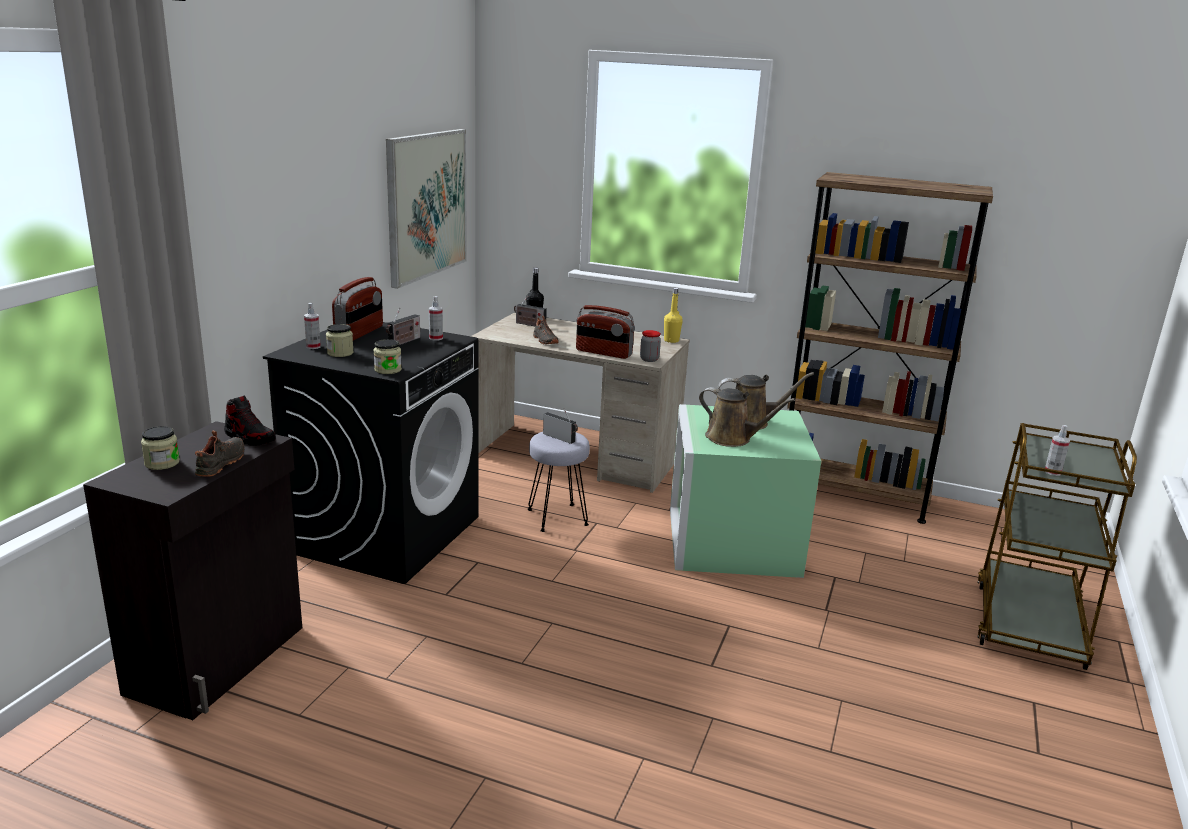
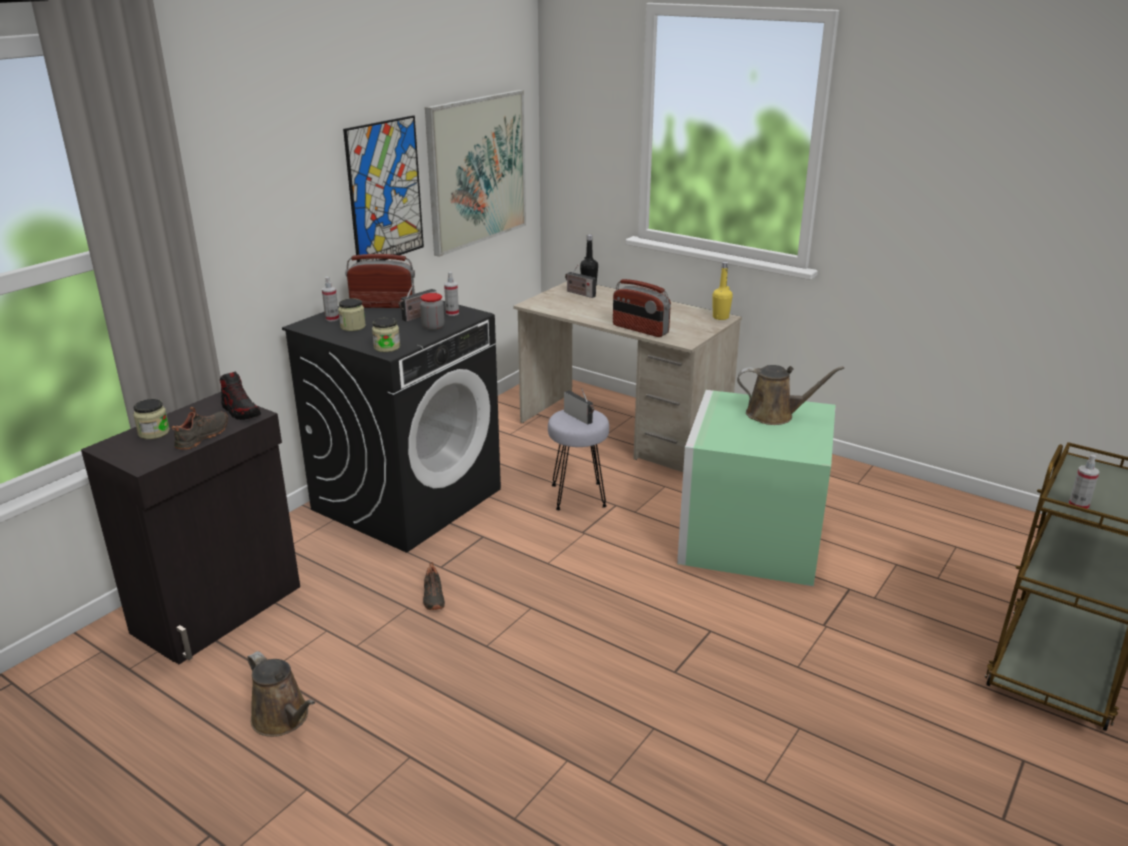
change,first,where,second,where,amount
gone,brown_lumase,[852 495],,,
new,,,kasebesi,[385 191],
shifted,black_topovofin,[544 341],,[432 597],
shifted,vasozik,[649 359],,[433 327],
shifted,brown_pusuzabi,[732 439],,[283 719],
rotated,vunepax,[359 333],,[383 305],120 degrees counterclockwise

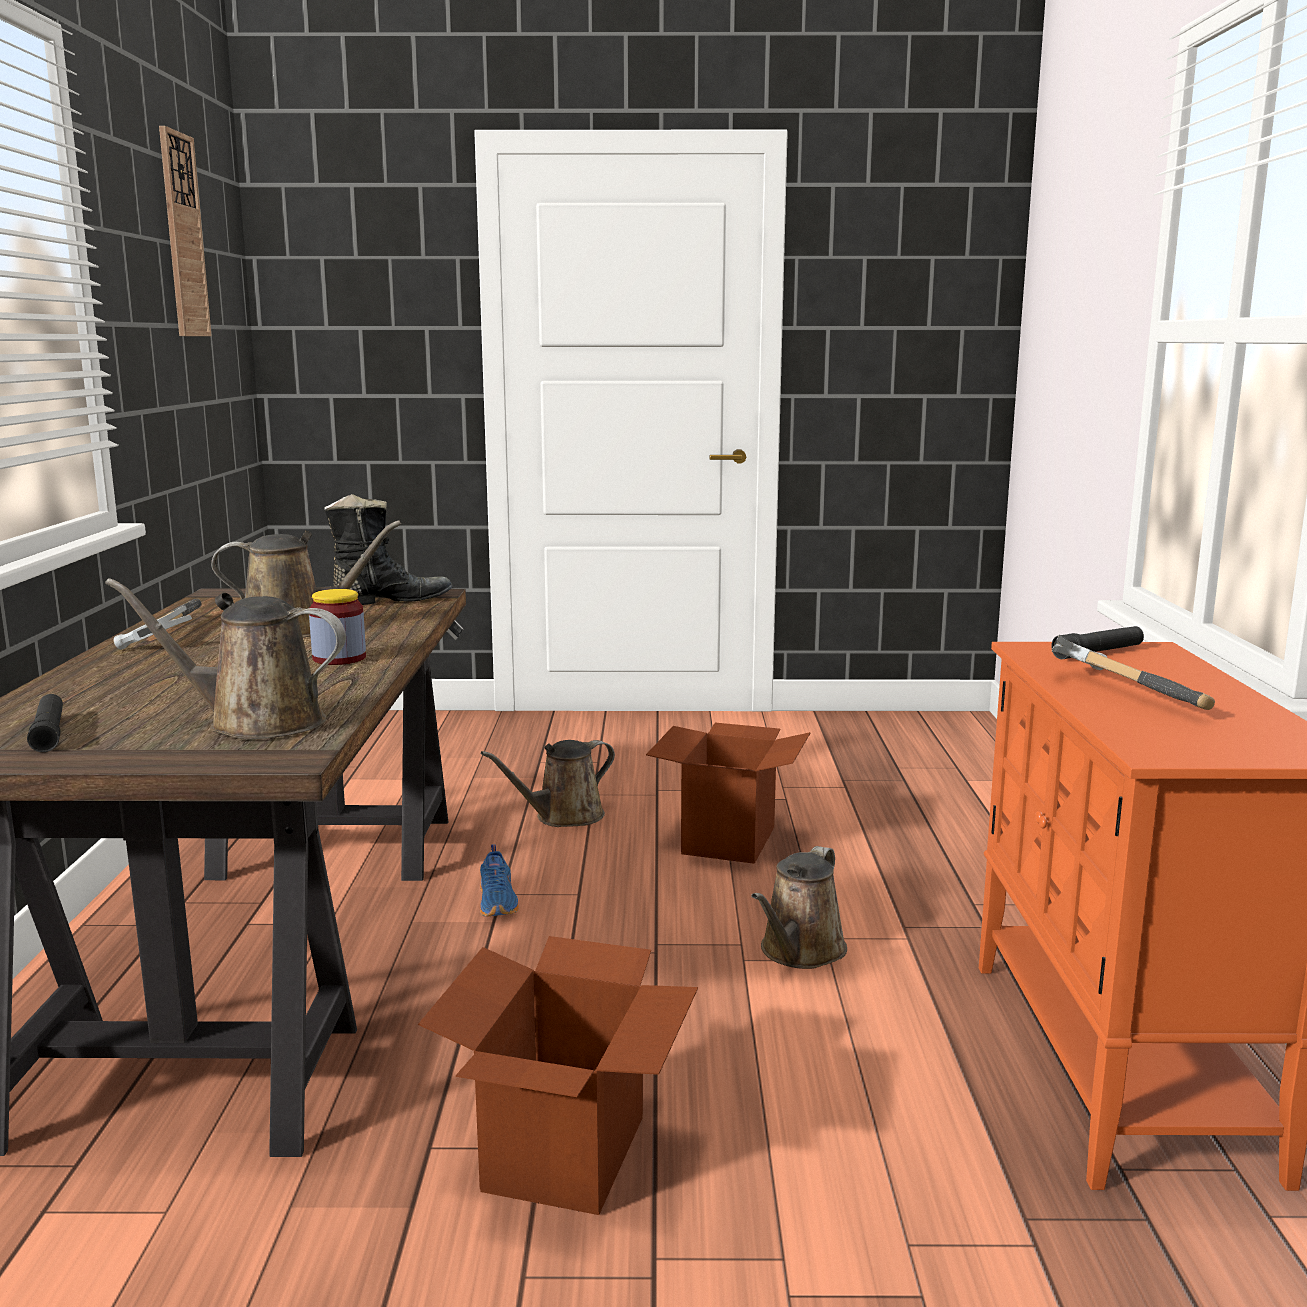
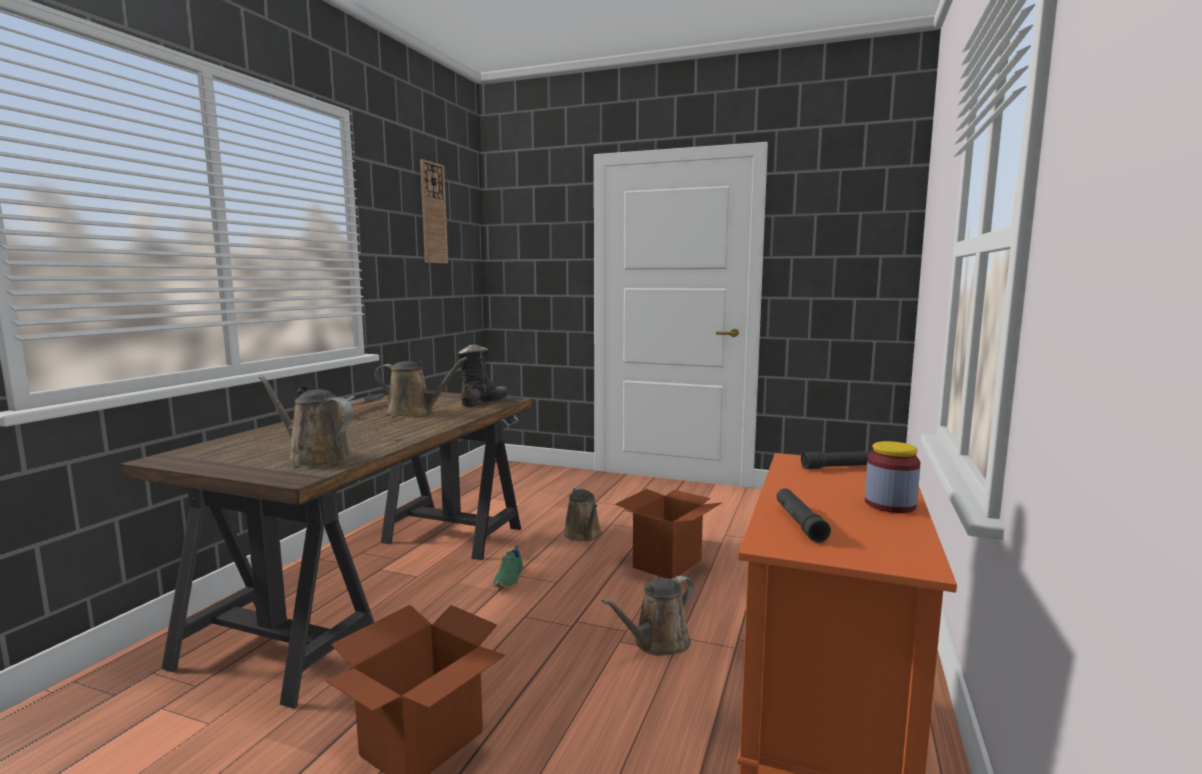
change,first,where,second,where,amount
gone,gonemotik,[1129 691],,,
shifted,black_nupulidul,[49 733],,[799 522],
shifted,vasozik,[339 658],,[890 504],
repainted,blue_topovofin,[498 903],green_topovofin,[510 580],
rotated,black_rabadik,[391 601],,[483 402],60 degrees counterclockwise
rotated,brown_pusuzabi,[563 817],,[583 535],90 degrees counterclockwise

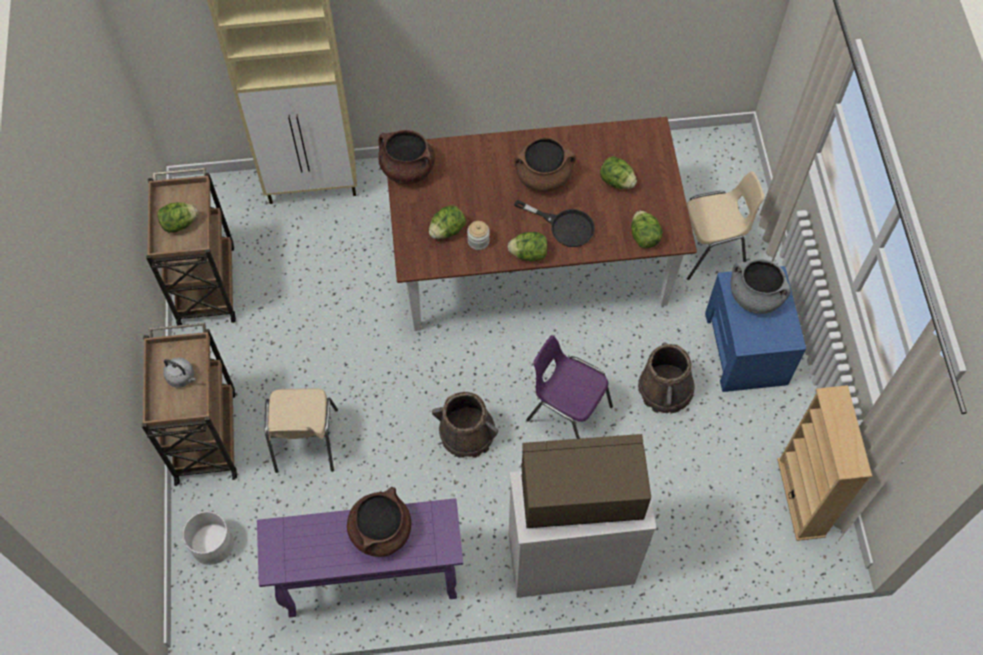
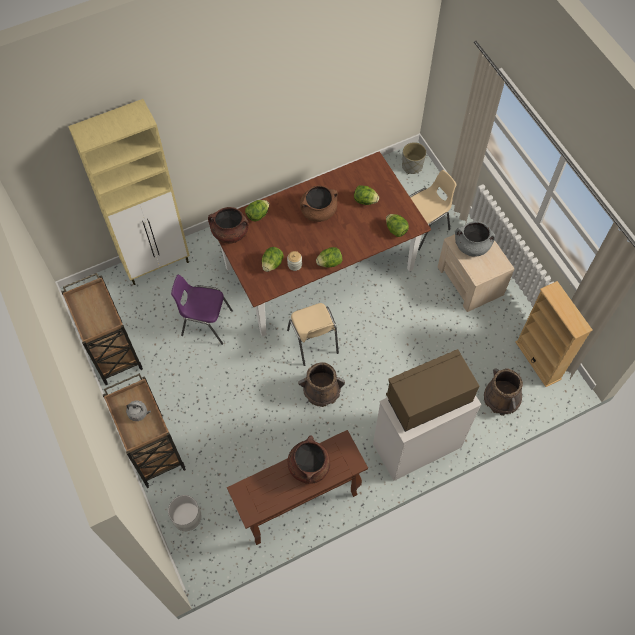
change,first,where,second,where,amount
gone,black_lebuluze,[564 226],,,
new,,,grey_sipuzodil,[412 166],
shifted,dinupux,[179 224],,[257 215],
shifted,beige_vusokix,[305 443],,[313 343],
shifted,purple_vusokix,[567 413],,[205 323],
shifted,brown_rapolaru,[665 389],,[501 397],
repainted,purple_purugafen,[370 582],brown_purugafen,[298 504],
repainted,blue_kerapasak,[746 348],beige_kerapasak,[470 281],

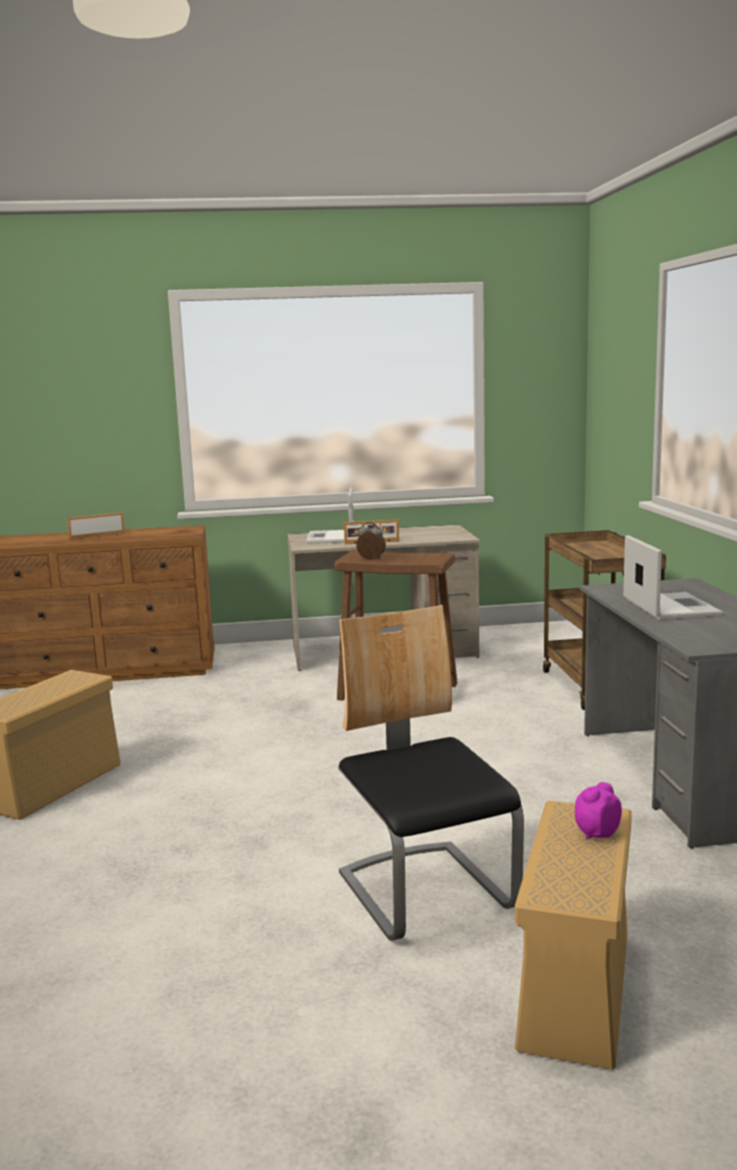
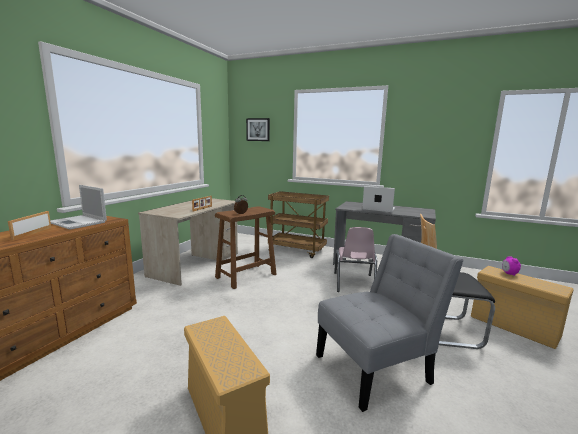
change,first,where,second,where,amount
new,,,kasebesi,[258 129],
new,,,grey_vusokix,[377 367],
new,,,pink_vusokix,[354 283],
shifted,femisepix,[331 538],,[78 222],

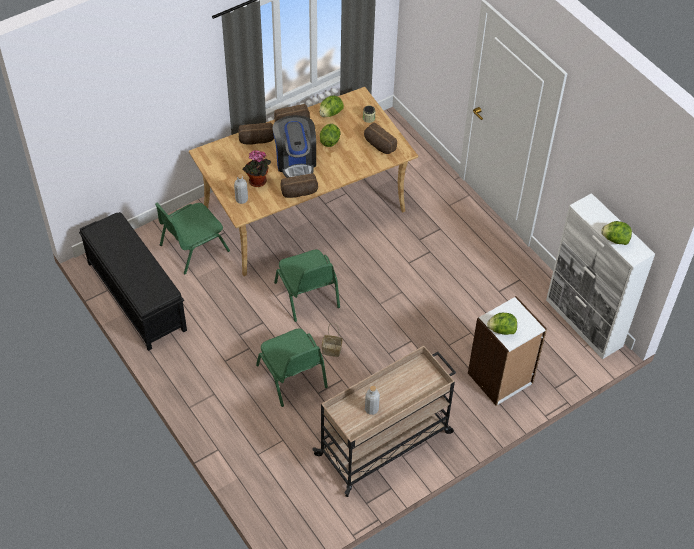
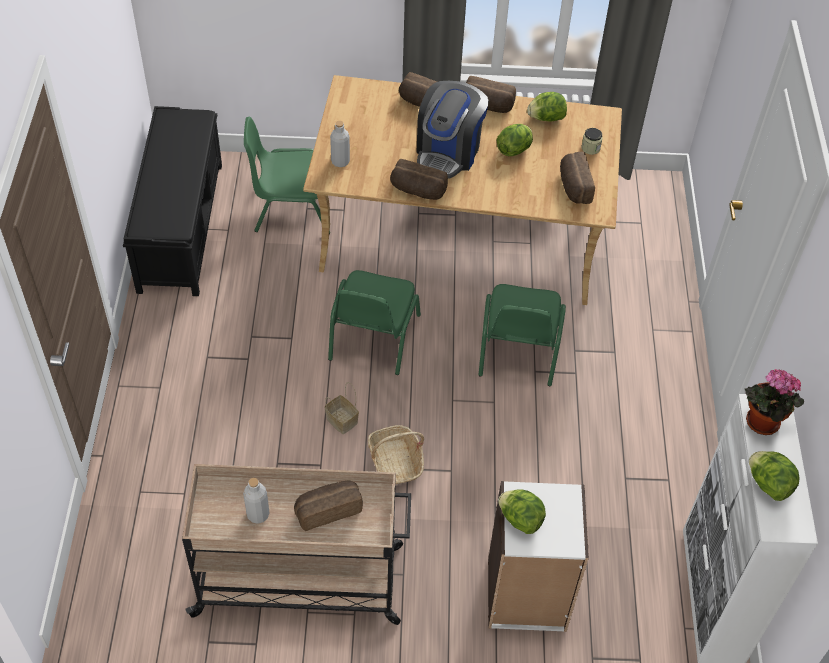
change,first,where,second,where,amount
new,,,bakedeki,[327 509],
new,,,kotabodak,[395 461],
shifted,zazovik,[257 182],,[760 424],
shifted,green_vusokix,[292 377],,[518 351],

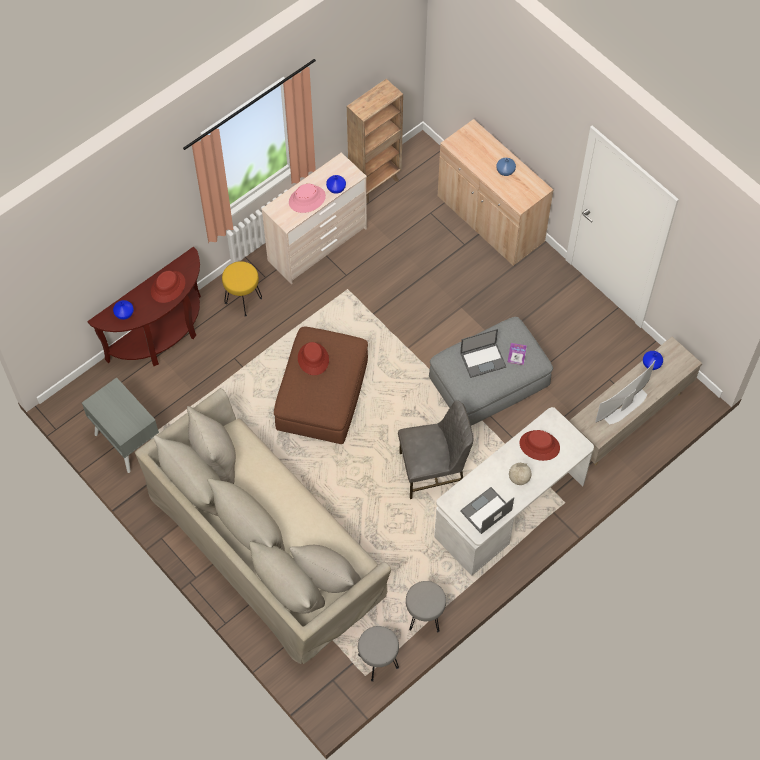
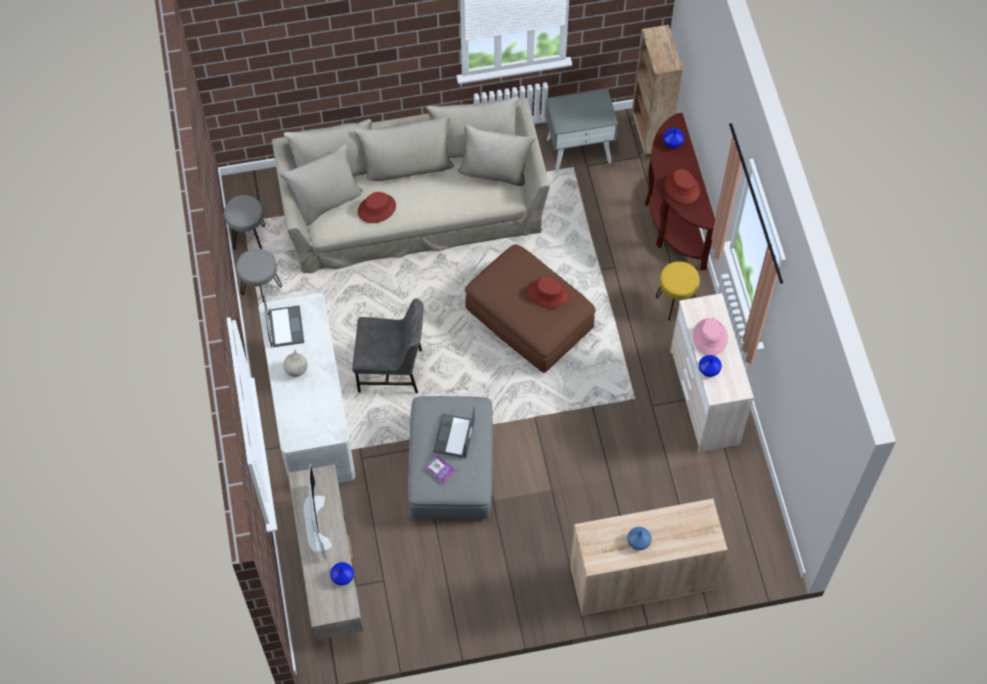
change,first,where,second,where,amount
shifted,brown_lumase,[375 183],,[649 139],
shifted,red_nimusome,[539 446],,[376 208],
rotated,grey_vusokix,[433 470],,[391 370],105 degrees counterclockwise

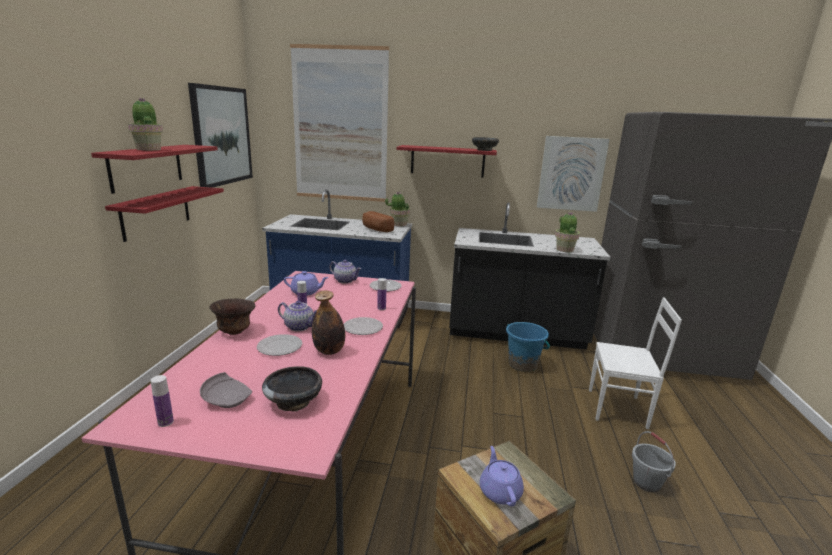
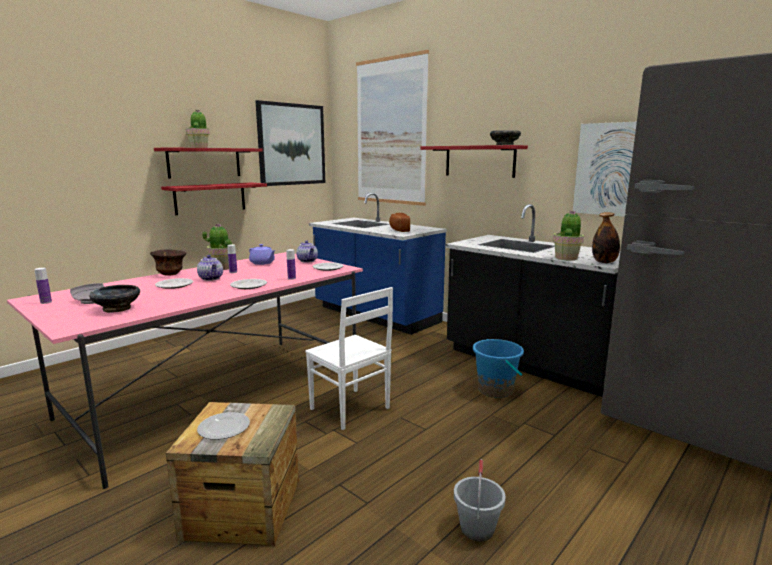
change,first,where,second,where,amount
shifted,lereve,[329 351],,[604 262],
shifted,zazovik,[399 224],,[222 267],
shifted,white_vusokix,[618 409],,[350 409],
swapped,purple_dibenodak,[500 491],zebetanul,[223 428],

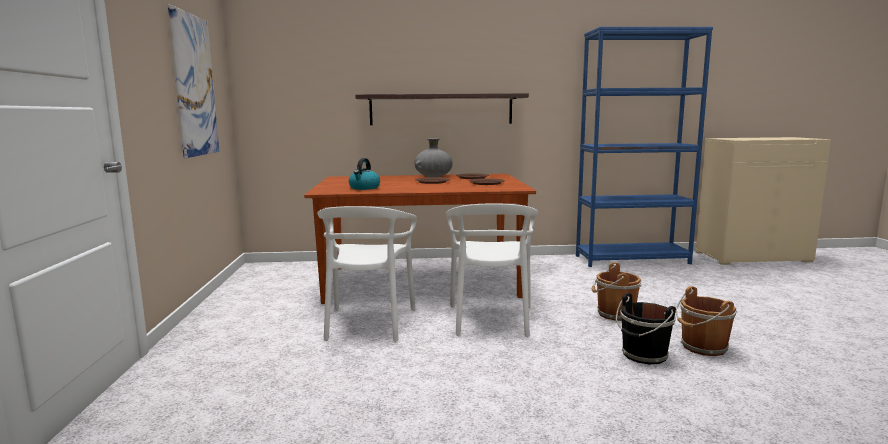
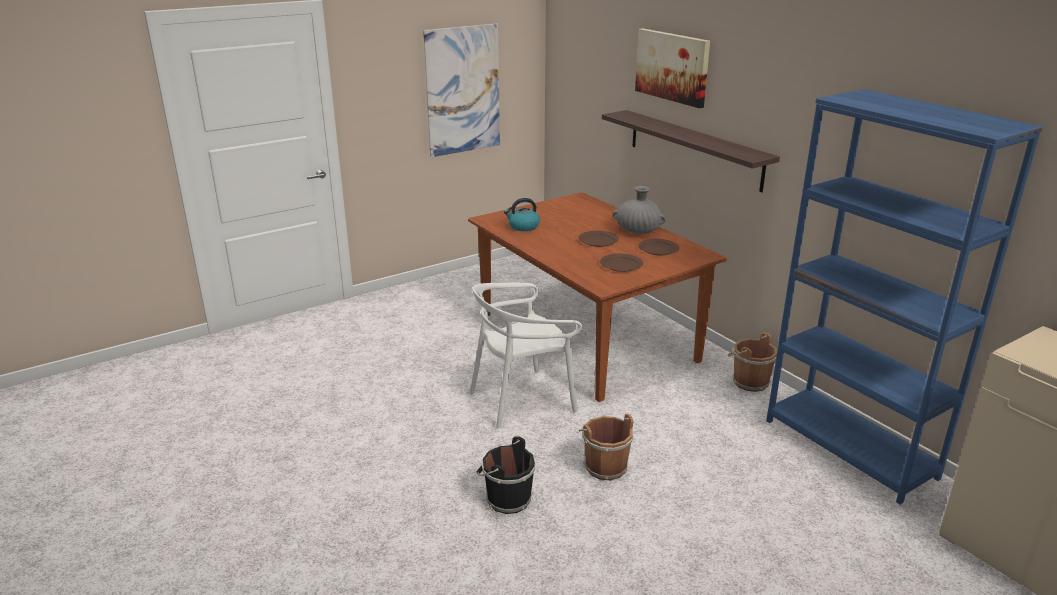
change,first,where,second,where,amount
gone,white_vusokix,[368 323],,,
new,,,kasebesi,[672 66],
shifted,brown_rapolaru,[702 347],,[748 381],

